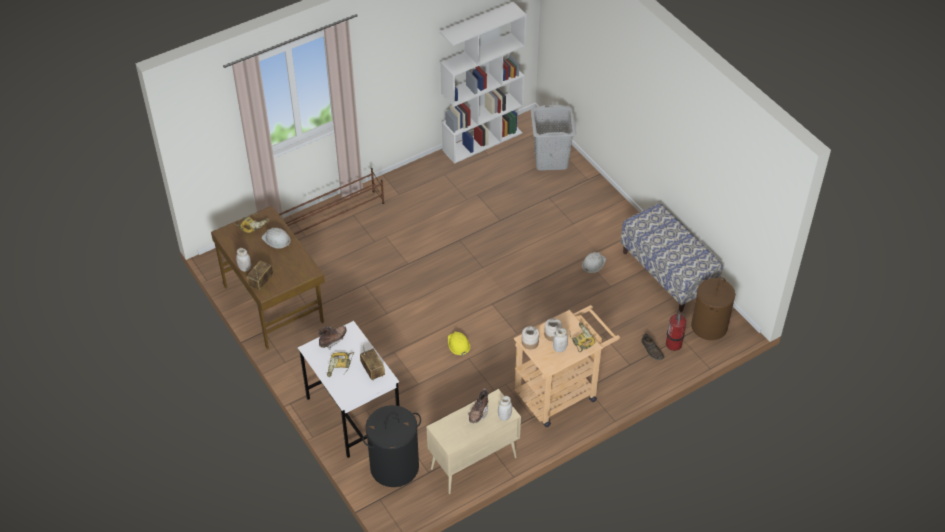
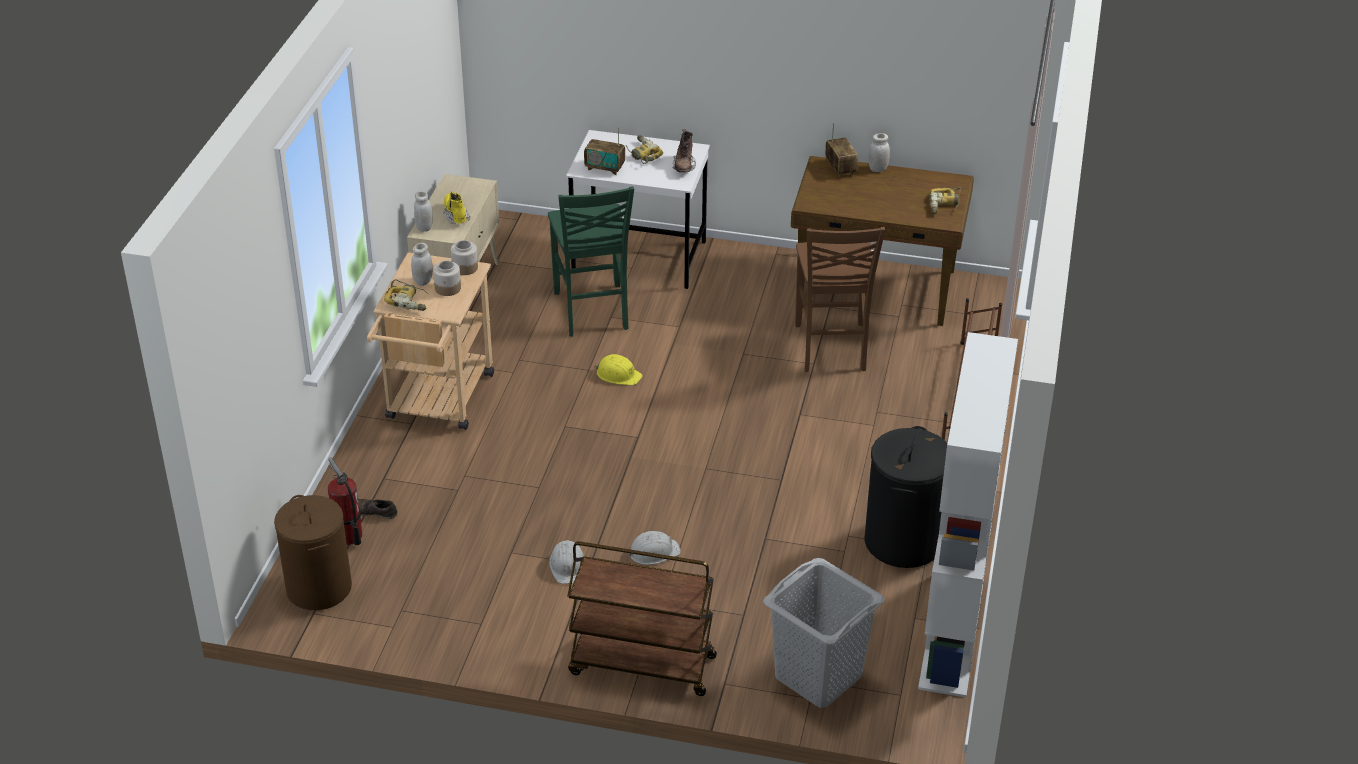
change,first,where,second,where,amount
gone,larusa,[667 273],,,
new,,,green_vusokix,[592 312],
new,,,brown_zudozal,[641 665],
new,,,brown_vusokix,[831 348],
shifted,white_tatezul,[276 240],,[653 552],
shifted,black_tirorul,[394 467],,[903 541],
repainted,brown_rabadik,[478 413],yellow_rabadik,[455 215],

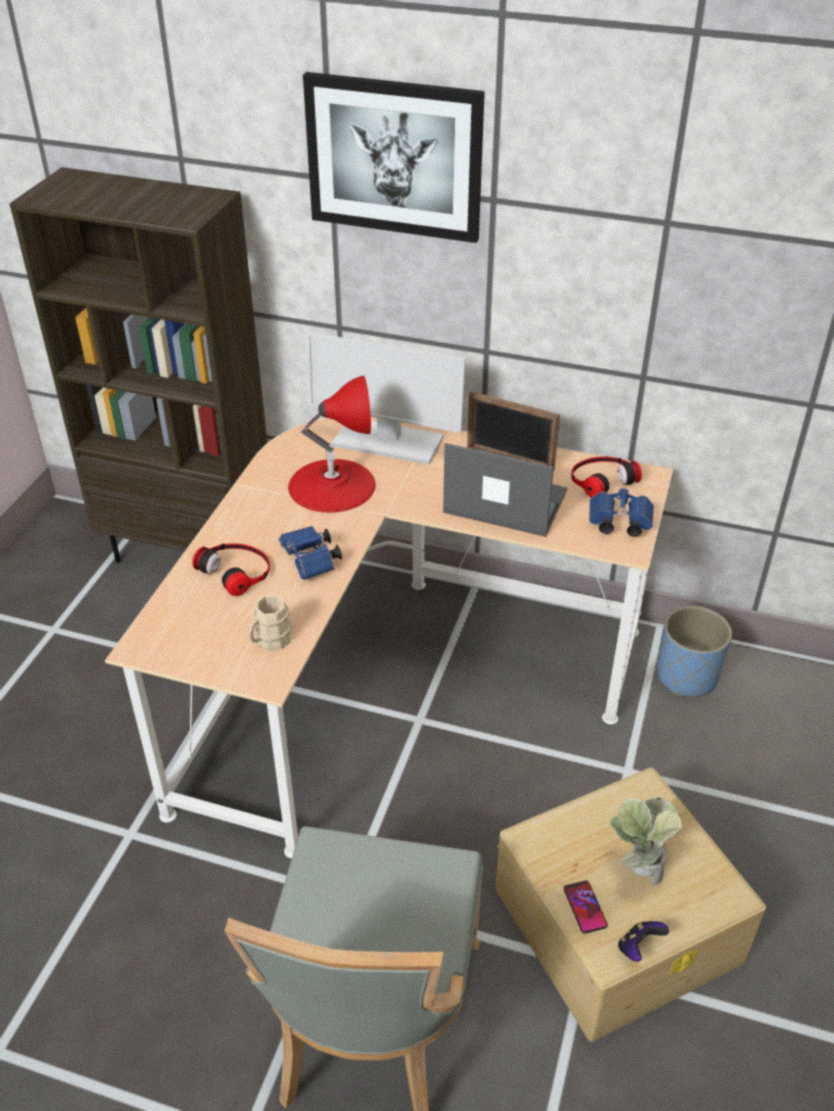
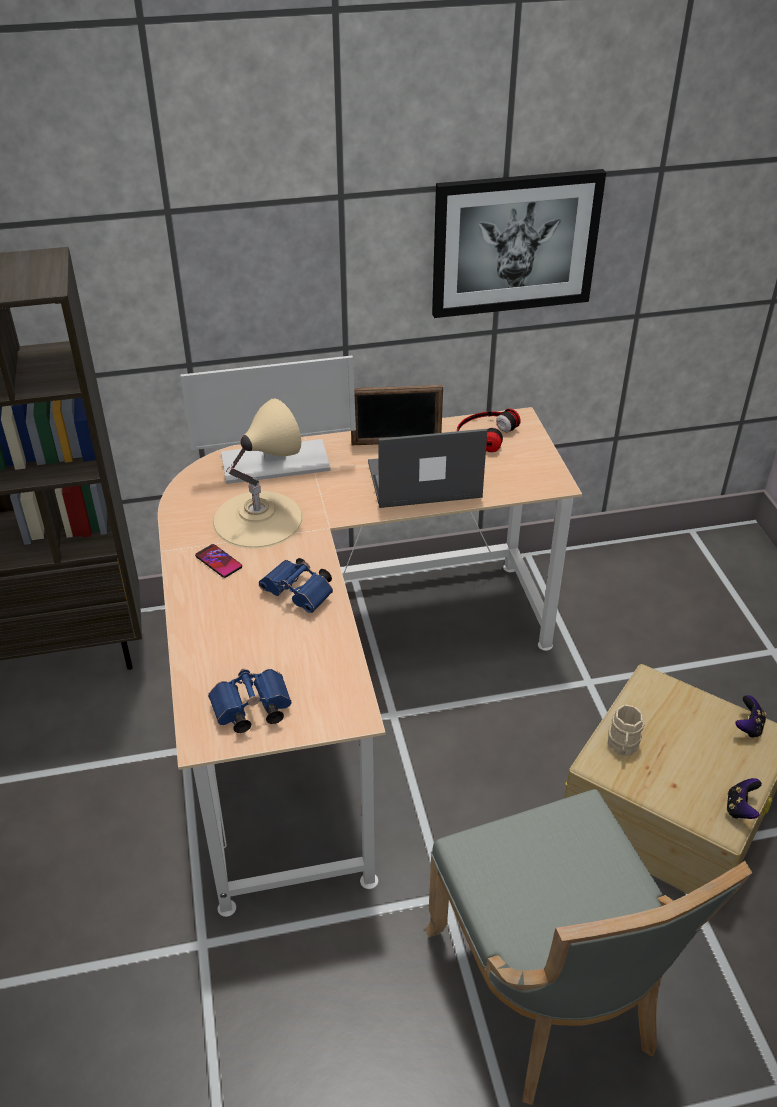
change,first,where,second,where,amount
gone,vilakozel,[237 570],,,
gone,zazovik,[638 870],,,
gone,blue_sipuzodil,[687 676],,,
new,,,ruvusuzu,[748 727],
shifted,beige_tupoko,[270 641],,[622 746],
shifted,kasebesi,[394 157],,[514 243],
shifted,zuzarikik,[585 907],,[218 561],
shifted,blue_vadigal,[617 523],,[250 711],
repainted,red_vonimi,[332 485],beige_vonimi,[257 519],

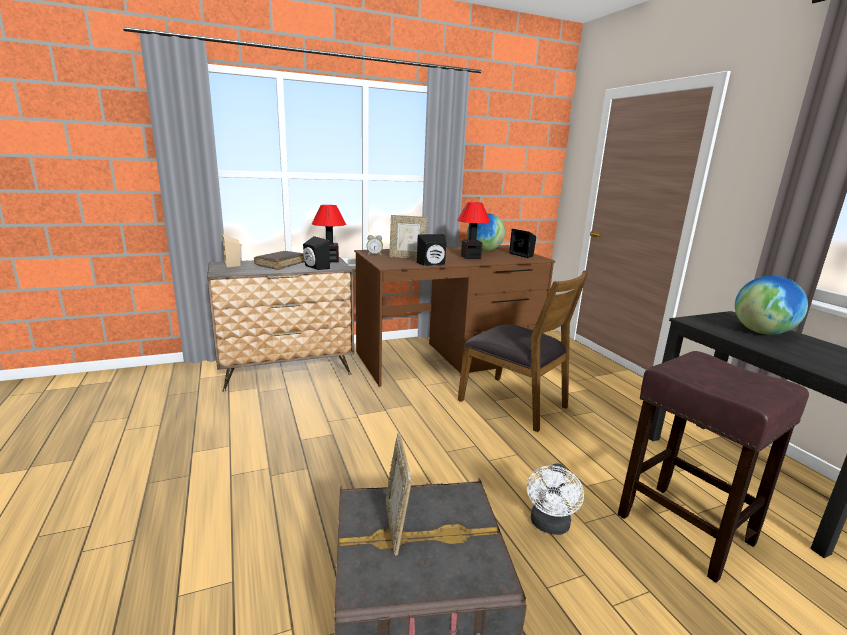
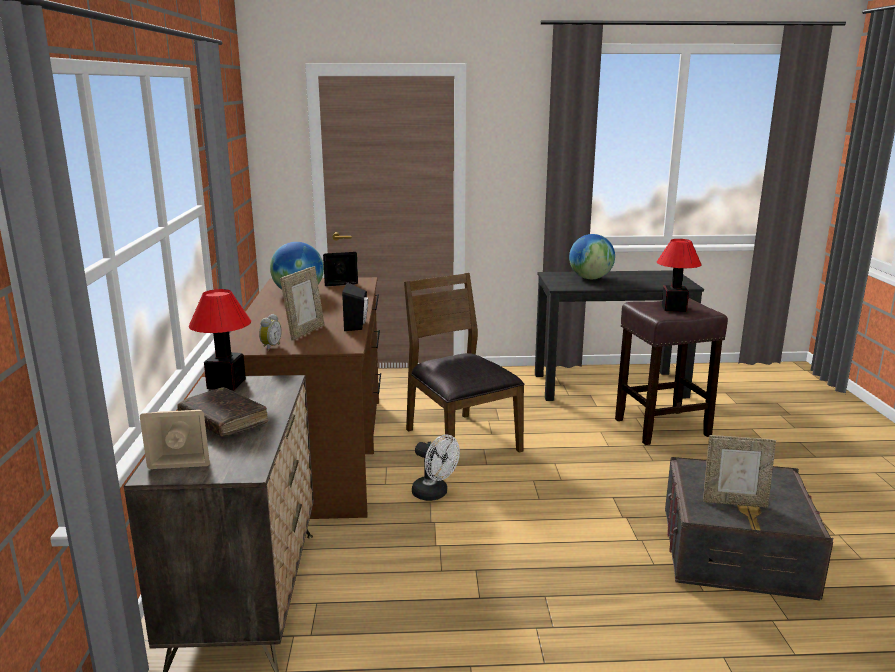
change,first,where,second,where,amount
gone,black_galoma,[315 267],,,
shifted,vonimi,[470 257],,[674 308],
shifted,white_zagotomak,[549 526],,[434 494],
rotated,brown_vusokix,[514 403],,[460 440],90 degrees counterclockwise

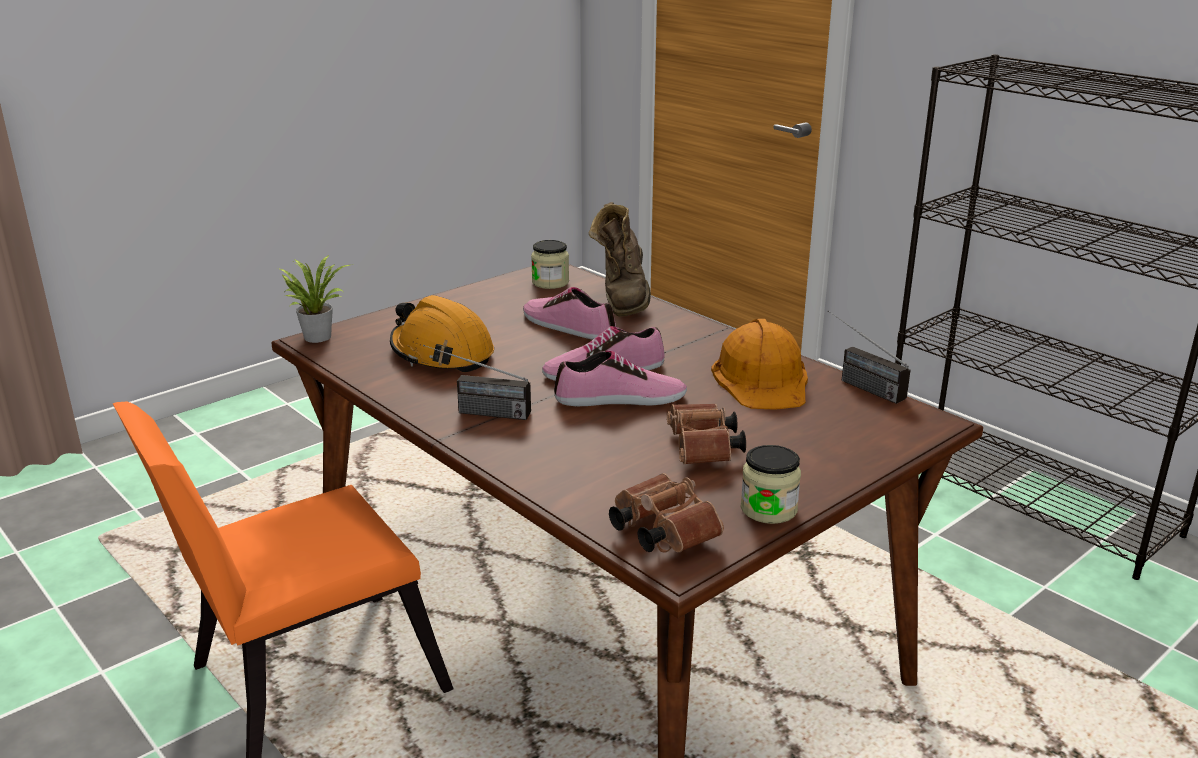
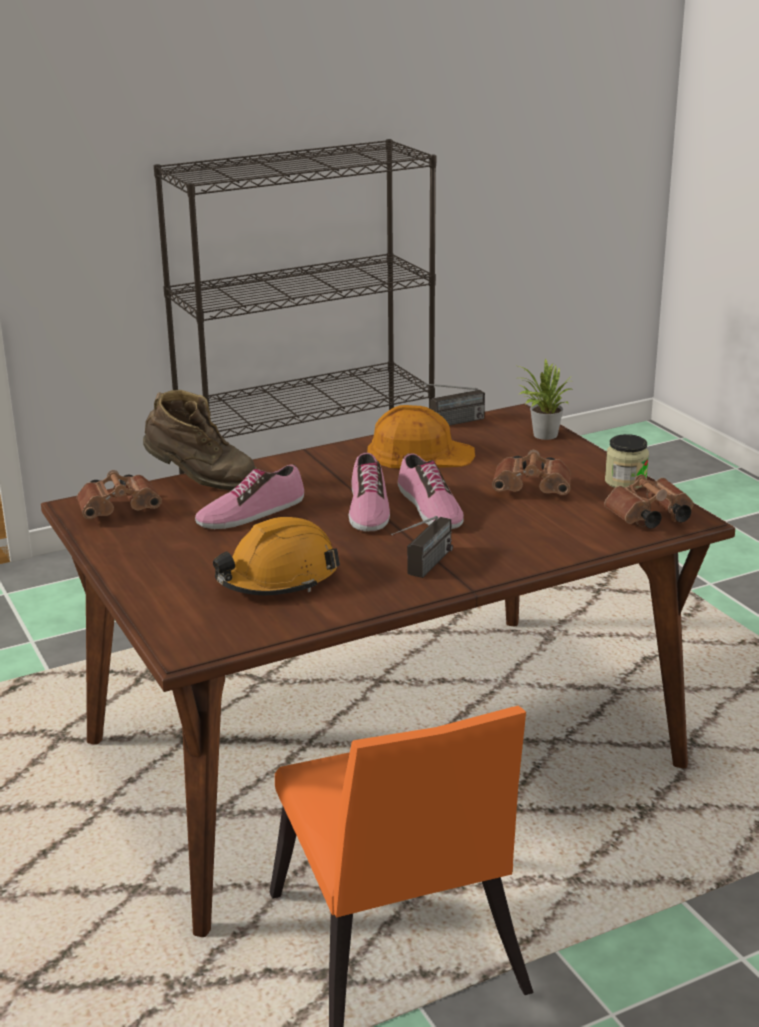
change,first,where,second,where,amount
shifted,zazovik,[317 336],,[542 435],
swapped,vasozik,[550 282],brown_vadigal,[121 510],
rotated,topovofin,[620 399],,[428 508],150 degrees clockwise

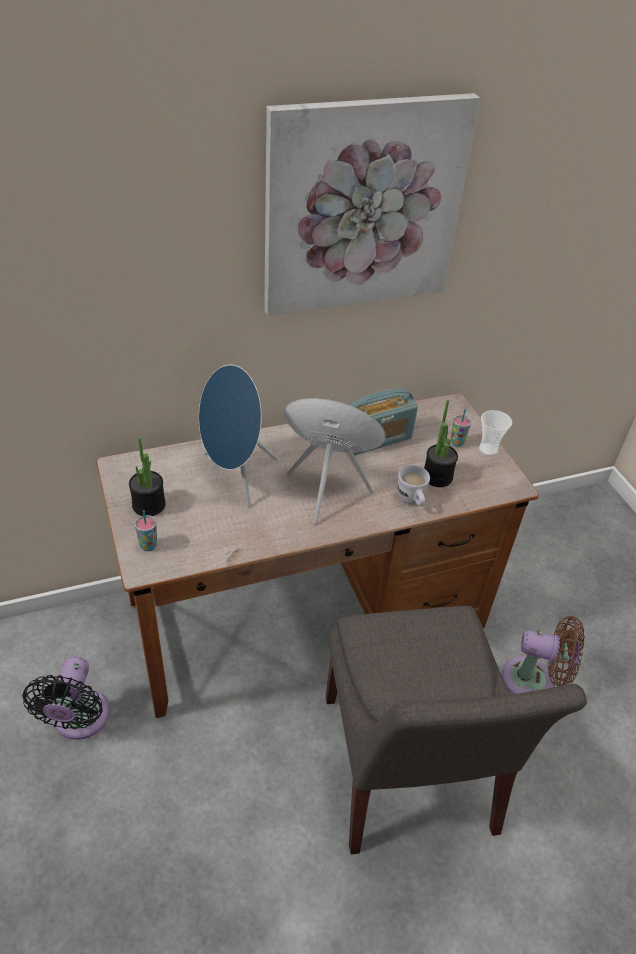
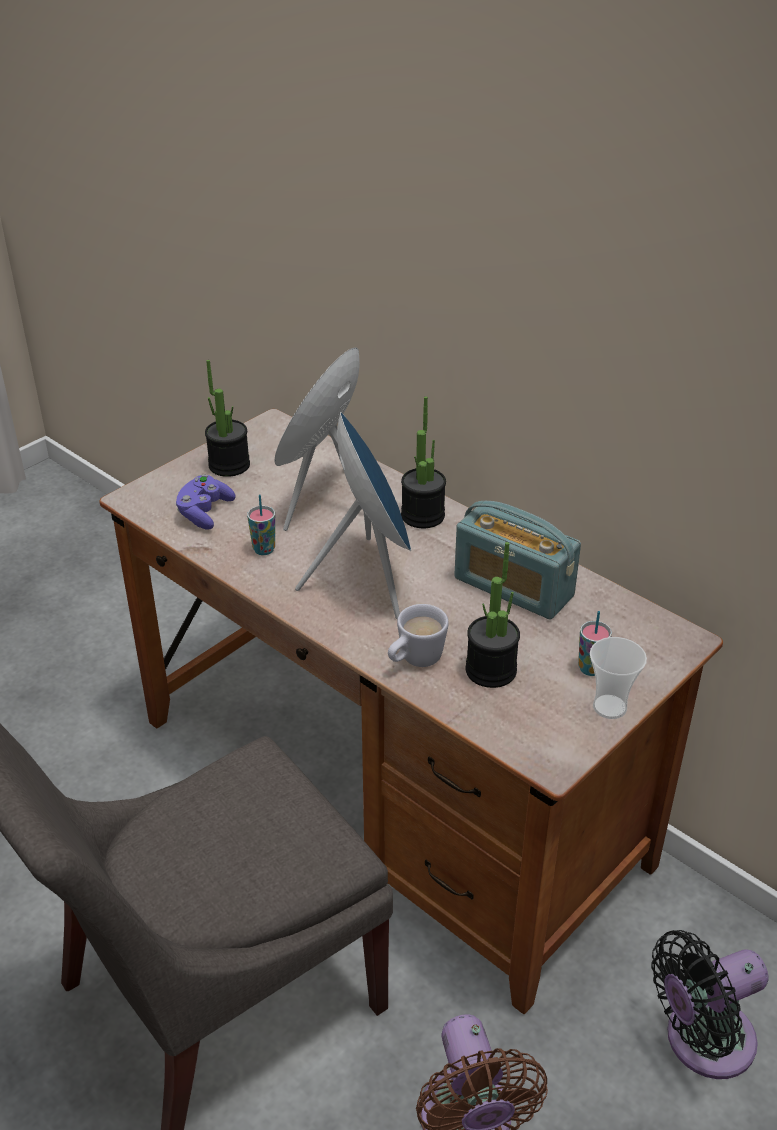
change,first,where,second,where,amount
gone,kasebesi,[362 206],,,
new,,,purple_ruvusuzu,[204 513],
new,,,zazovik,[422 516],
shifted,black_zagotomak,[79 720],,[701 1041],
shifted,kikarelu,[148 546],,[264 549],

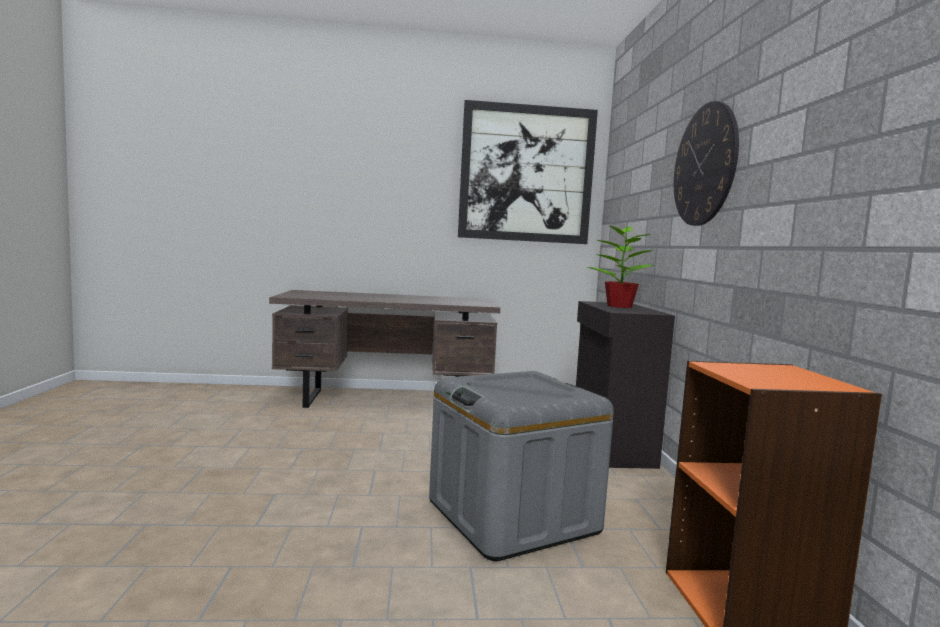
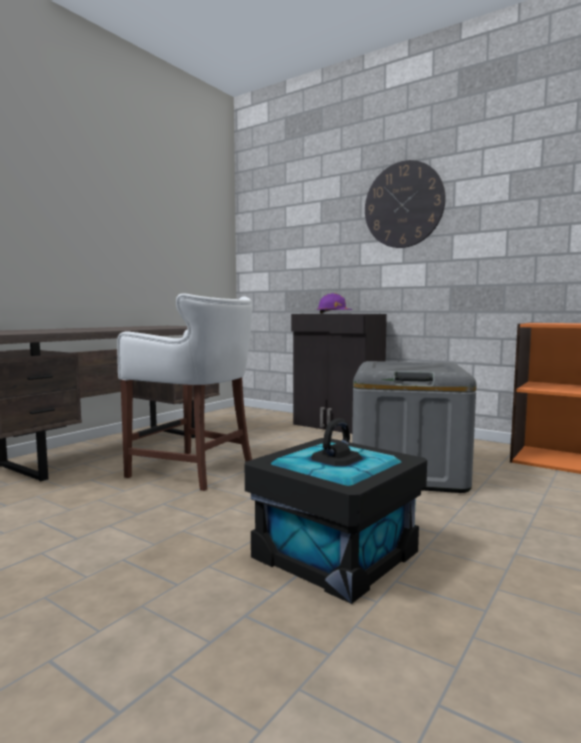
change,first,where,second,where,amount
gone,kasebesi,[526 174],,,
new,,,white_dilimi,[195 470],
new,,,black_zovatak,[336 555],
swapped,zazovik,[619 306],purple_tatezul,[333 313],

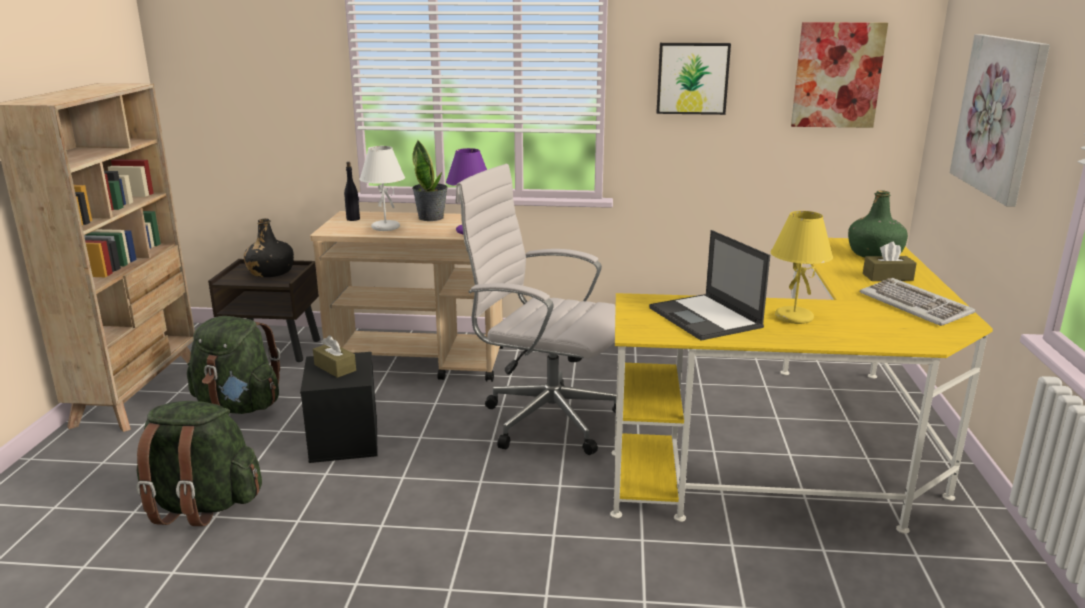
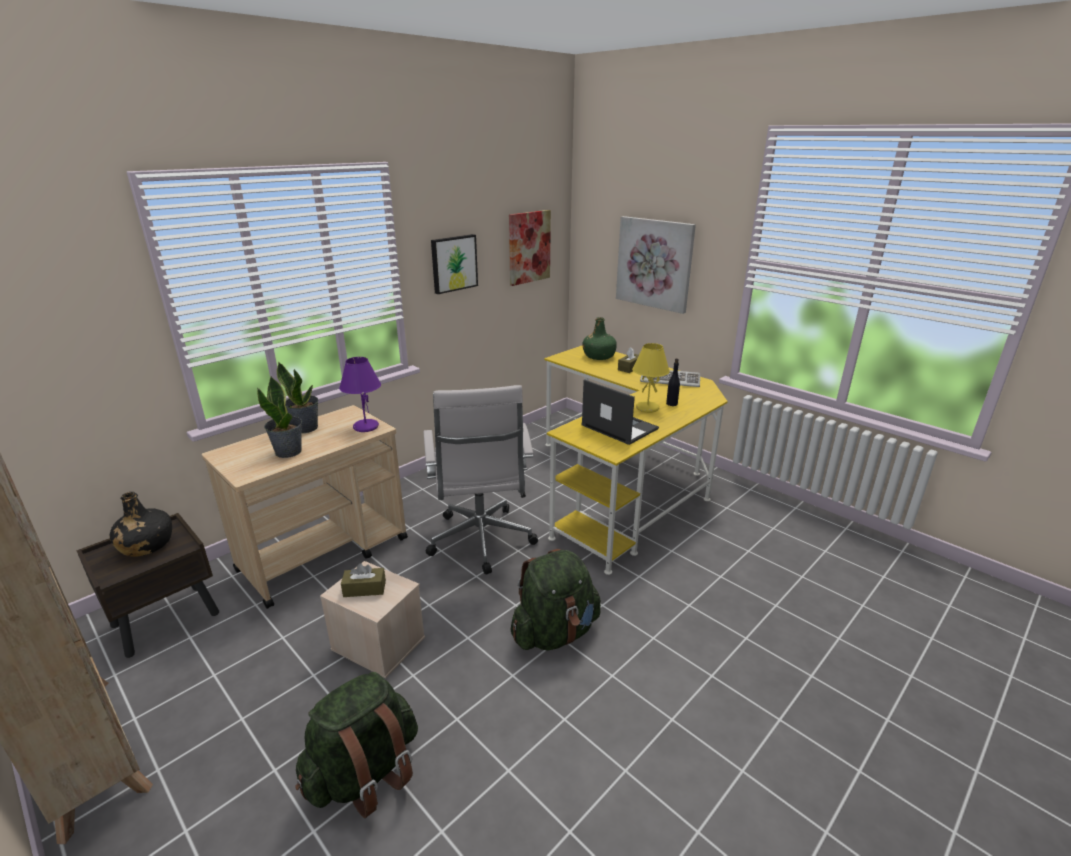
change,first,where,second,where,amount
shifted,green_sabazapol,[239 406],,[555 632],
shifted,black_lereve,[353 219],,[671 404],
swapped,white_vonimi,[385 227],zazovik,[289 451],
repainted,black_zovatak,[343 438],beige_zovatak,[377 643],
rotated,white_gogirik,[545 419],,[481 543],75 degrees counterclockwise
rotated,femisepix,[706 318],,[618 427],150 degrees counterclockwise

